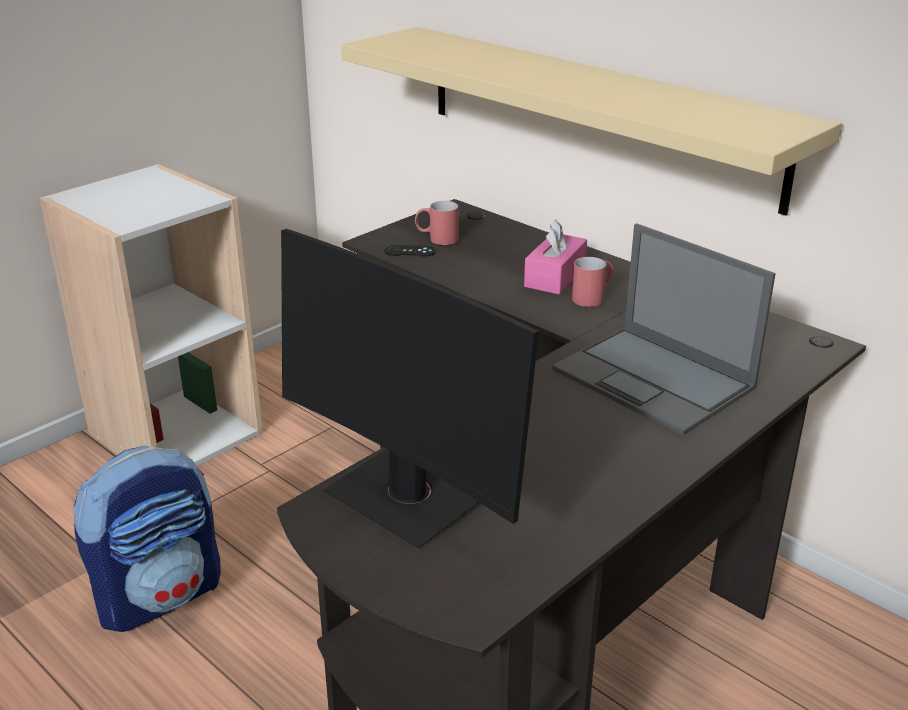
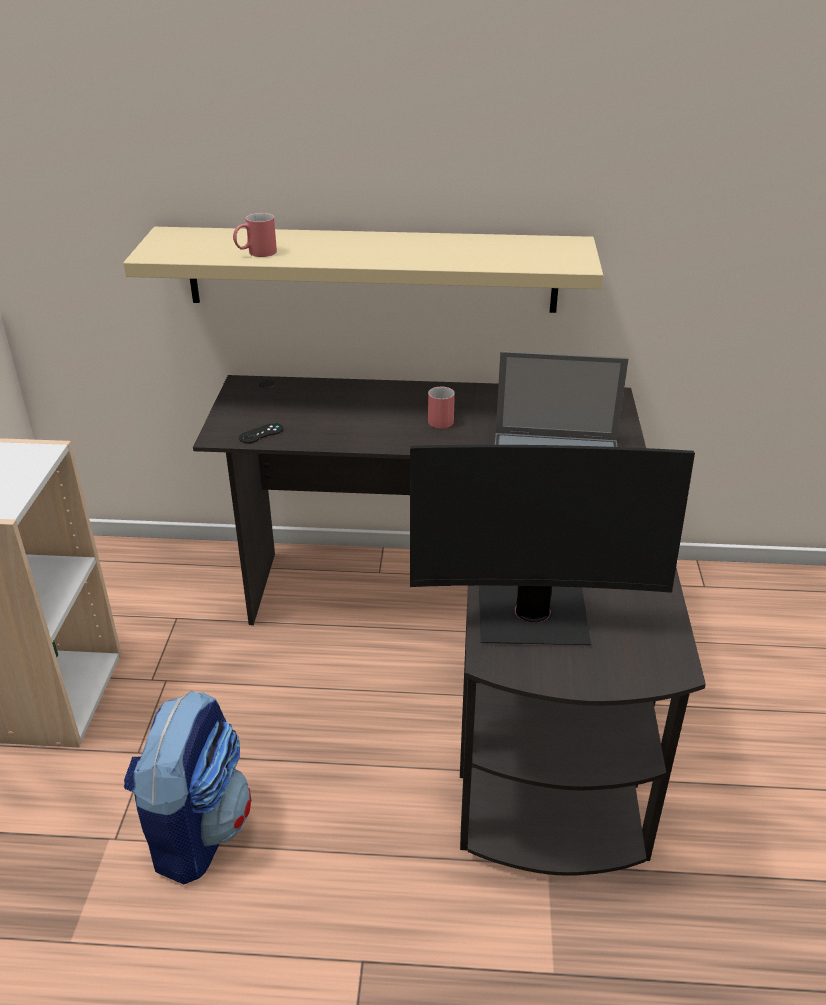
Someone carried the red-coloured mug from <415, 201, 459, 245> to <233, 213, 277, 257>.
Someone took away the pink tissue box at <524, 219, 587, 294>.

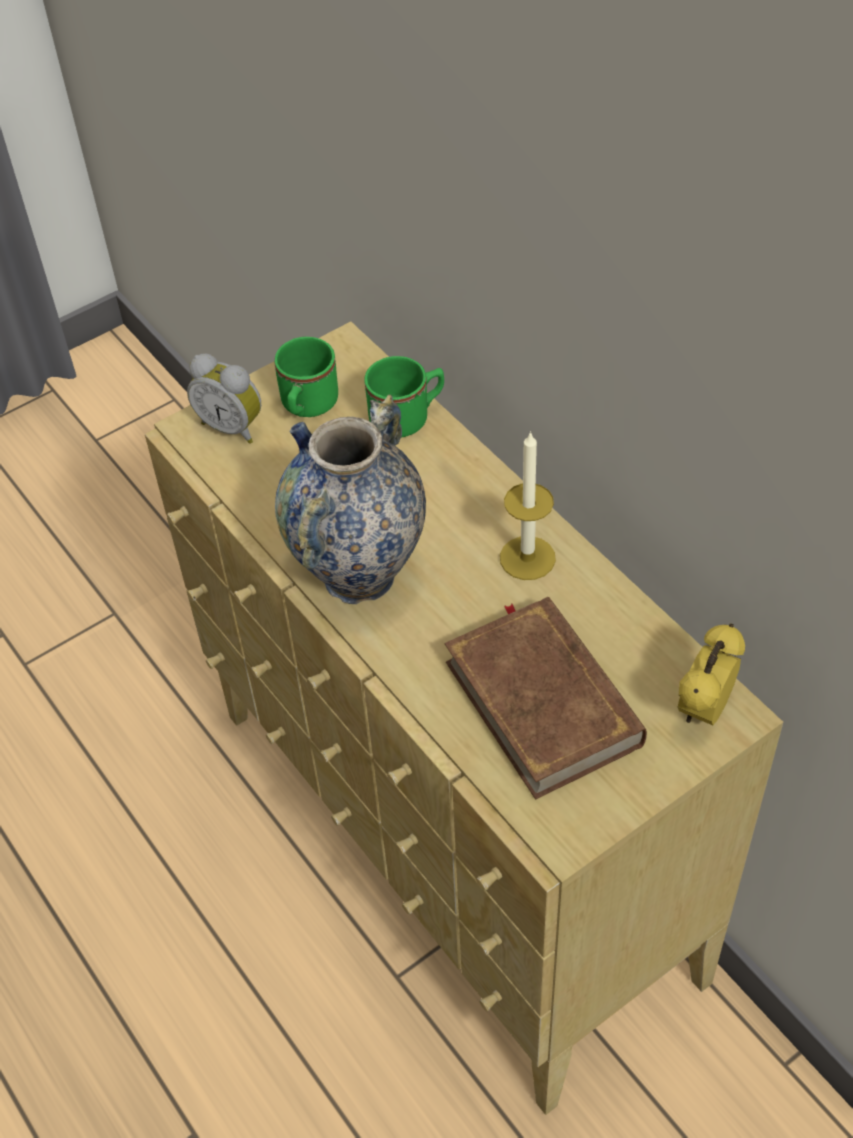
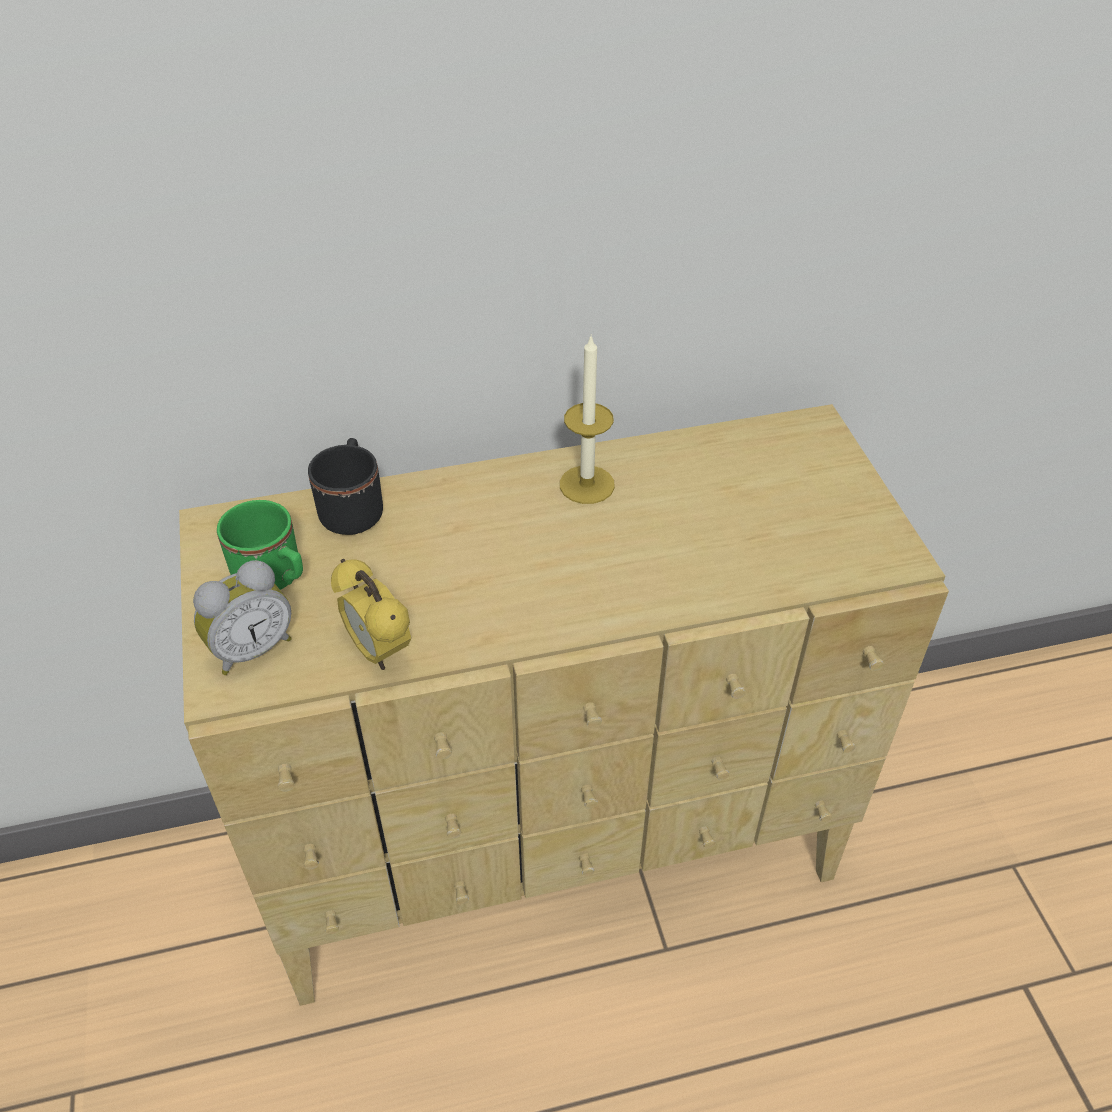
Someone repainted the green mug at <364, 356, 444, 437>, which became the black-coloured mug at <308, 438, 383, 535>.
Someone carried the bedside clock from <678, 624, 745, 725> to <331, 559, 411, 670>.
Someone took away the flower vase at <275, 395, 426, 604>.
Someone took away the brown-coloured volume at <445, 597, 647, 800>.

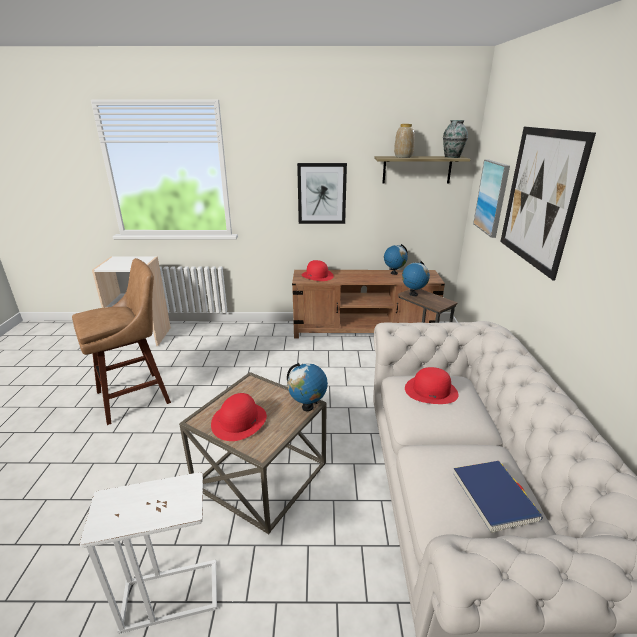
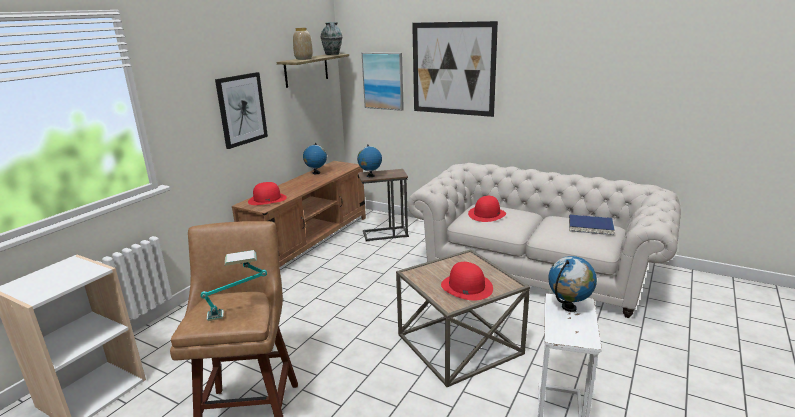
Someone put down the table lamp at <200, 250, 267, 321>.
Someone carried the globe from <287, 363, 328, 411> to <548, 256, 597, 312>.

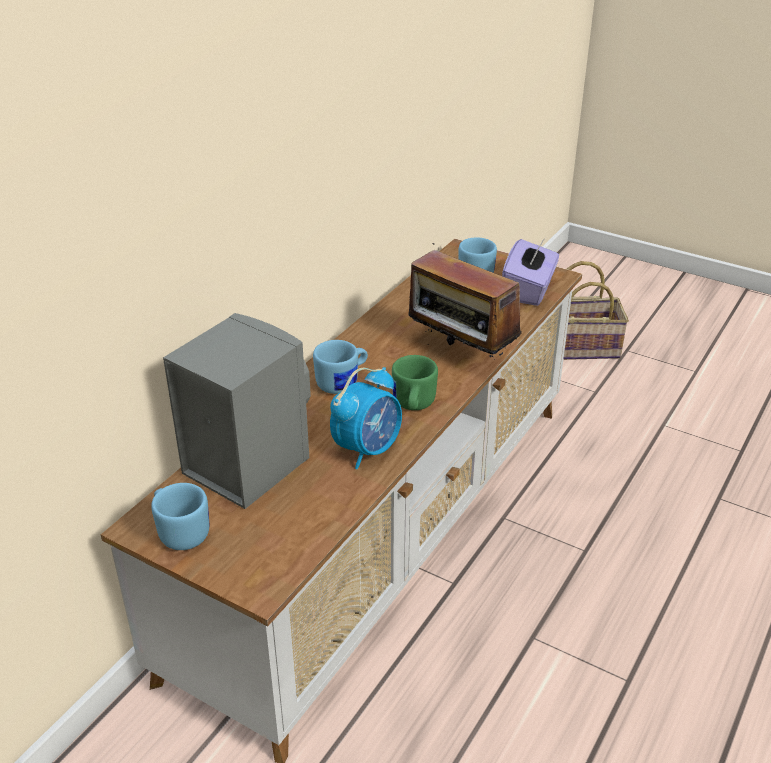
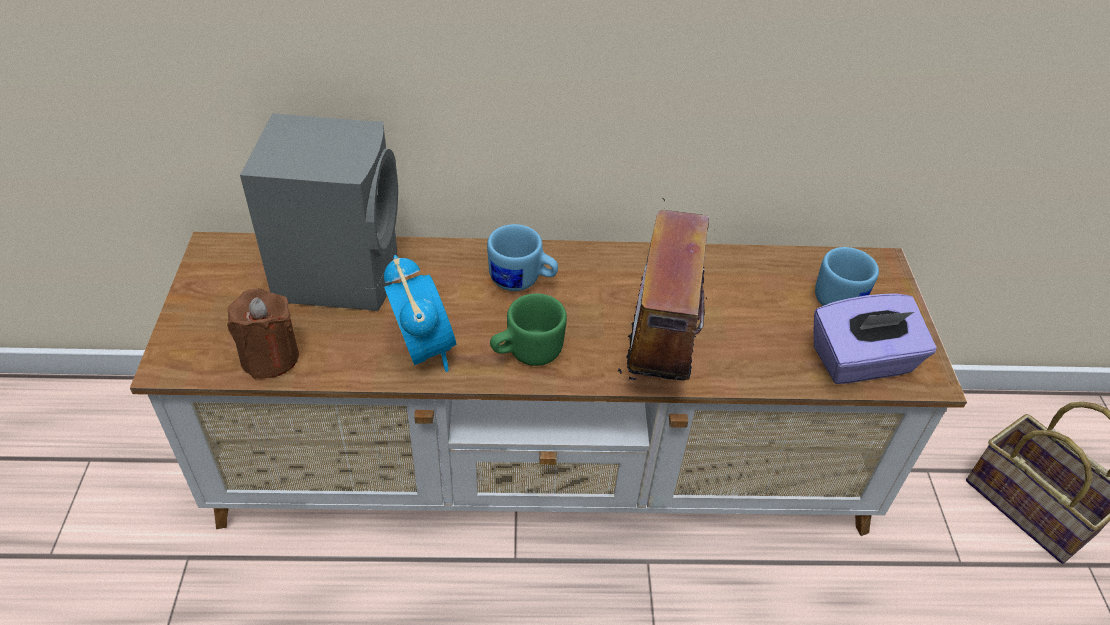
Someone put down the brown-coloured candle at <227, 289, 299, 379>.
Someone rotated the bedside clock at <330, 367, 402, 469> by 120 degrees counterclockwise.
Someone took away the blue-coloured mug at <151, 483, 209, 550>.

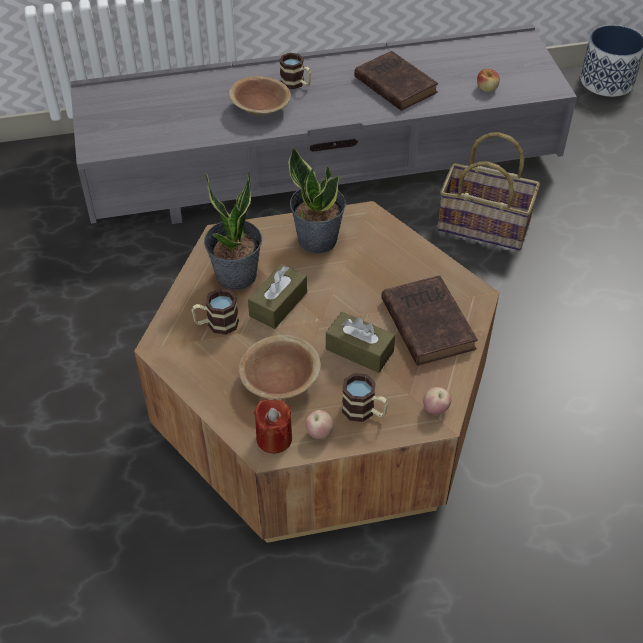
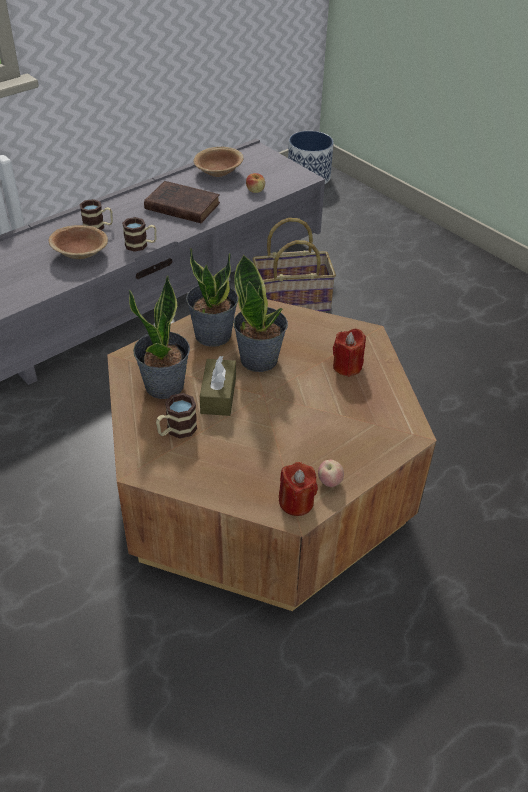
Someone carried the mug from <342, 373, 388, 422> to <122, 217, 156, 252>.
Someone carried the brown-coloured serving bowl from <239, 335, 321, 399> to <194, 147, 244, 177>.
Someone put down the potted plant at <234, 254, 288, 372>.
Someone swapped the brown-coloured volume at <381, 275, 478, 366> for the red-coloured candle at <333, 329, 366, 377>.
Someone took away the brown-coloured tissue box at <326, 312, 395, 373>.
Someone took away the apple at <423, 387, 451, 415>.

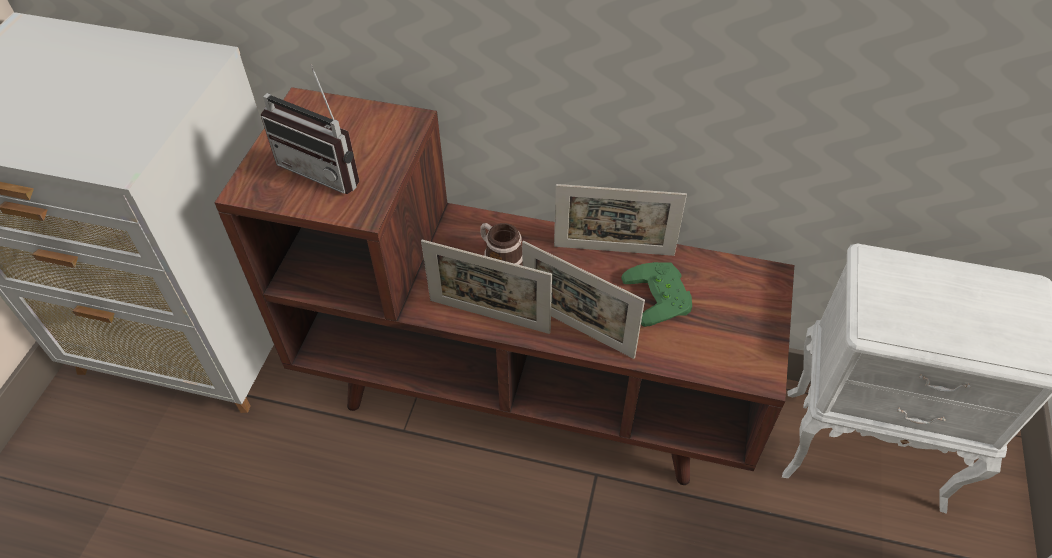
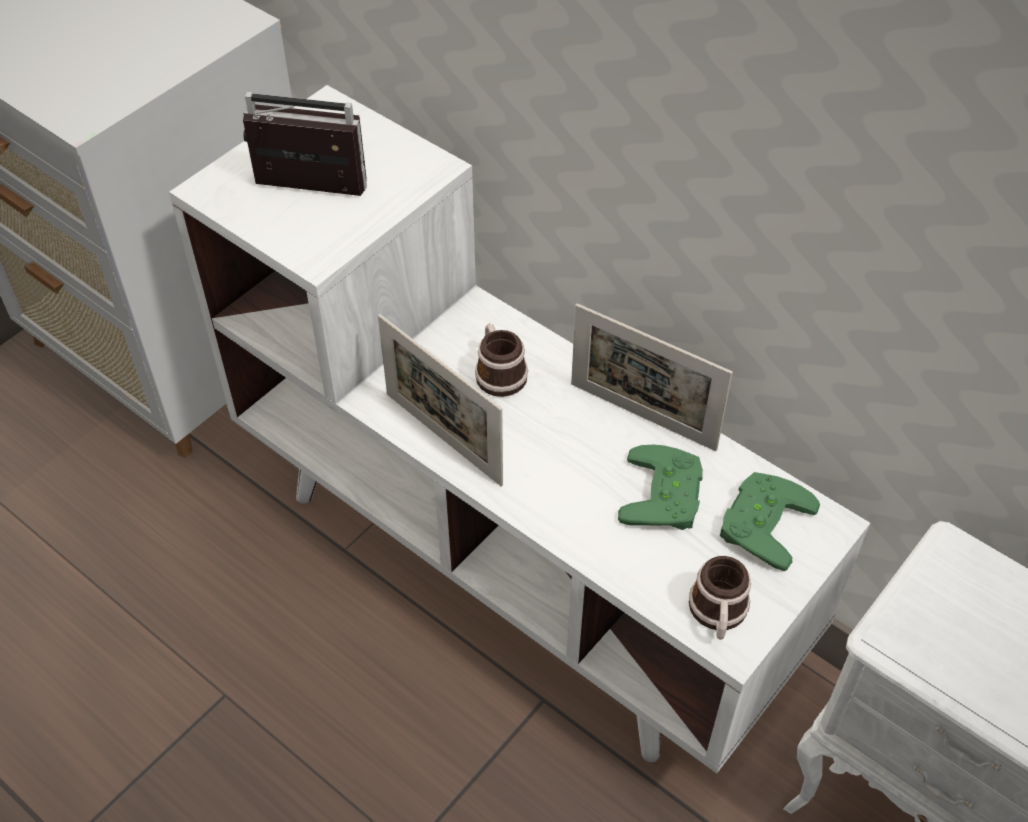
Someone repainted the brown-coloured media console at <214, 87, 794, 485>, which became the whitish media console at <169, 85, 870, 773>.
Someone rotated the radio set at <261, 64, 359, 194> by 135 degrees clockwise.
Someone put down the mug at <689, 556, 751, 640>.
Someone put down the green game controller at <720, 472, 820, 571>.
Someone took away the standing frame at <522, 241, 645, 359>.

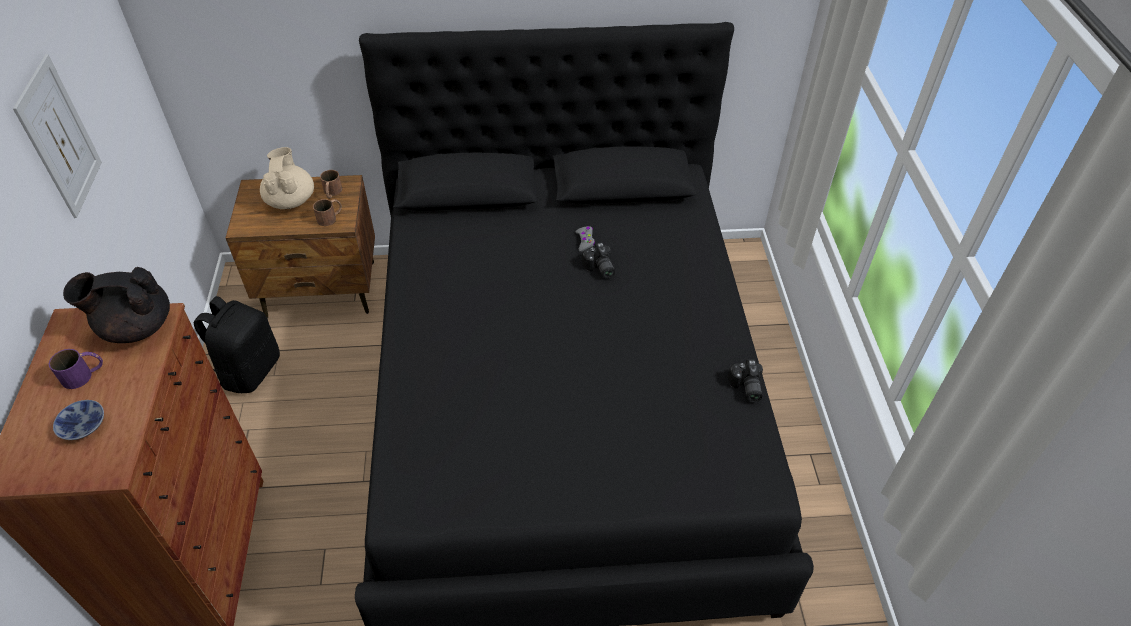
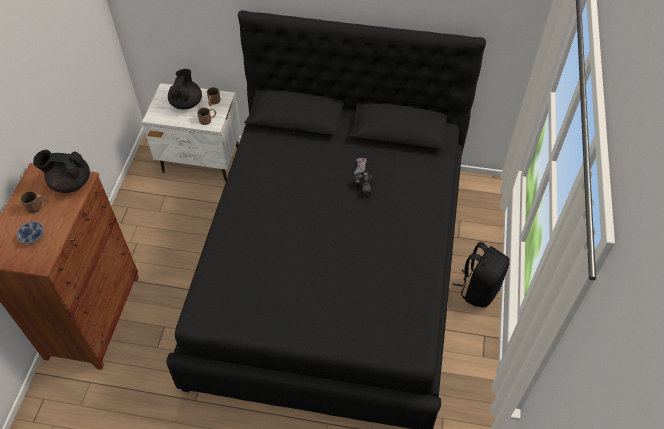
Someone repainted the purple-coloured mug at <49, 349, 103, 389>, which became the brown-coloured mug at <20, 191, 49, 213>.
Someone repainted the brown-coloured nightstand at <225, 175, 375, 318>, which became the whitish nightstand at <142, 83, 241, 182>.
Someone repainted the beige tea pot at <260, 147, 314, 209>, which became the black-coloured tea pot at <168, 69, 202, 110>.
Someone carried the black-coloured knapsack from <194, 296, 280, 393> to <453, 242, 510, 307>.
Someone took away the picture at <13, 54, 102, 218>.
Someone took away the photo camera at <728, 359, 763, 402>.

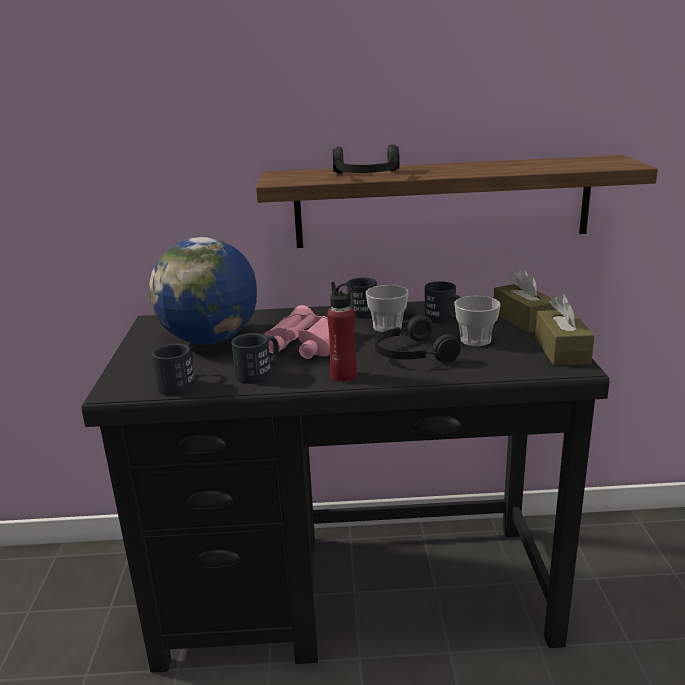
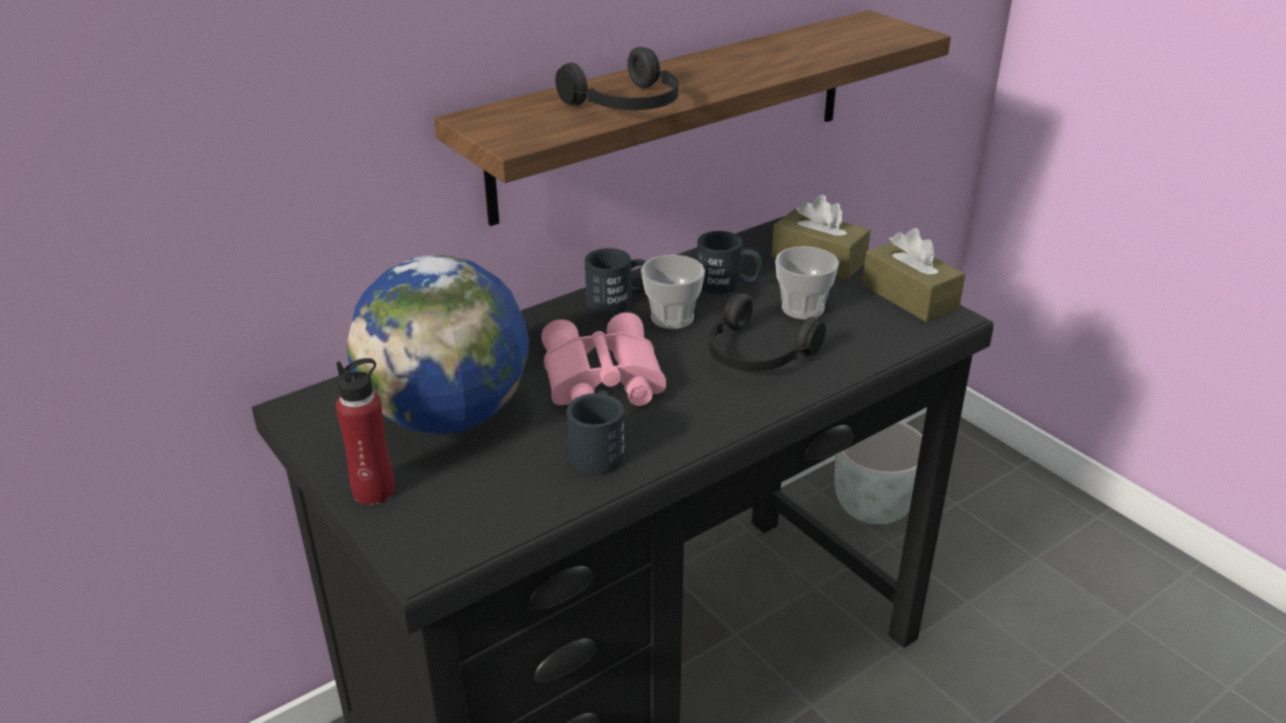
Someone carried the red-coloured bottle from <327, 282, 357, 382> to <336, 358, 395, 505>.
Someone put down the grey planter at <834, 421, 922, 524>.
Someone took away the black-coloured mug at <152, 343, 195, 395>.

